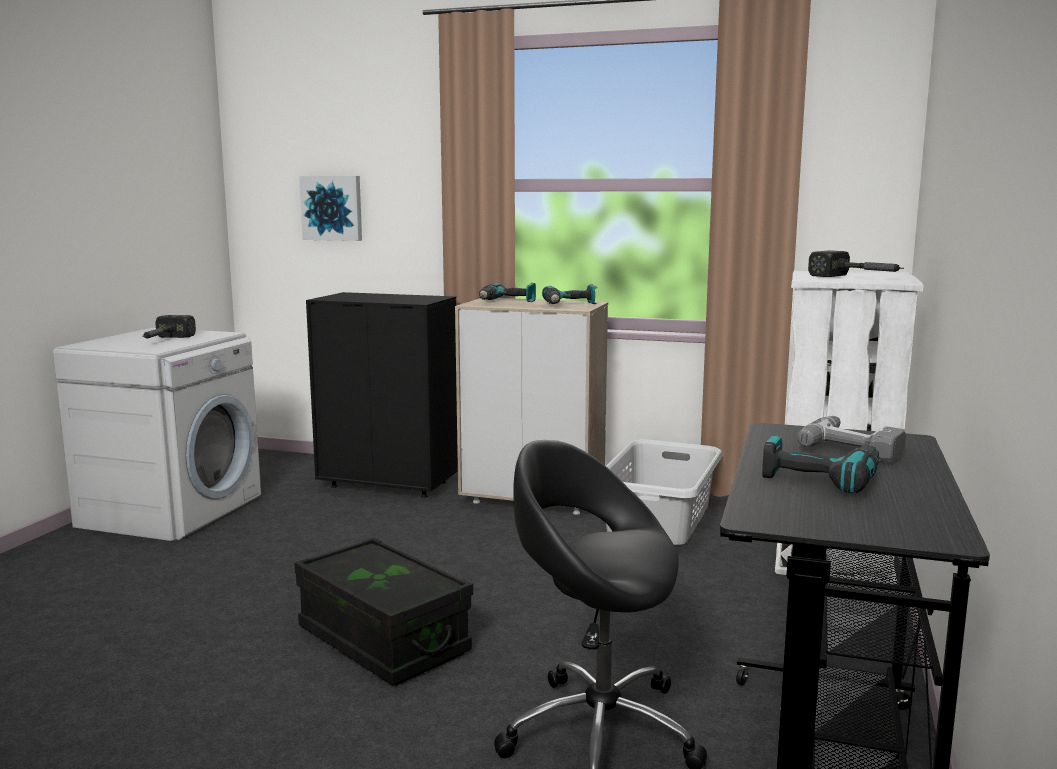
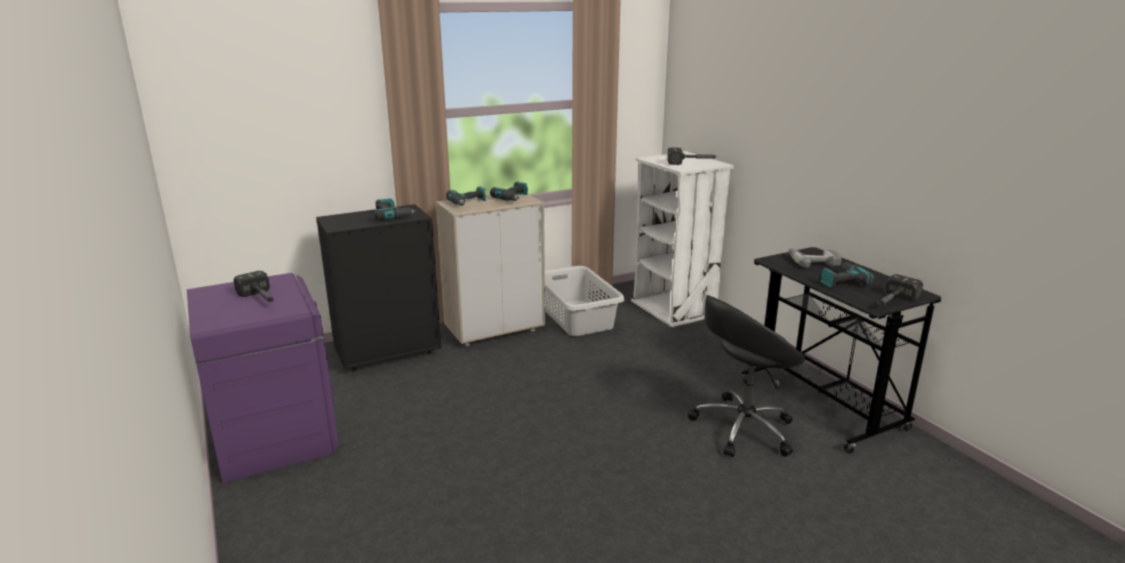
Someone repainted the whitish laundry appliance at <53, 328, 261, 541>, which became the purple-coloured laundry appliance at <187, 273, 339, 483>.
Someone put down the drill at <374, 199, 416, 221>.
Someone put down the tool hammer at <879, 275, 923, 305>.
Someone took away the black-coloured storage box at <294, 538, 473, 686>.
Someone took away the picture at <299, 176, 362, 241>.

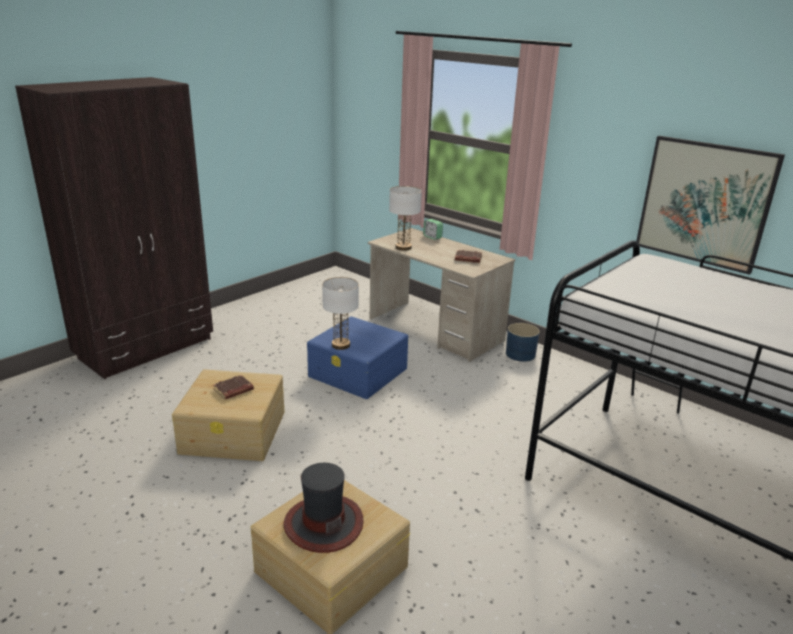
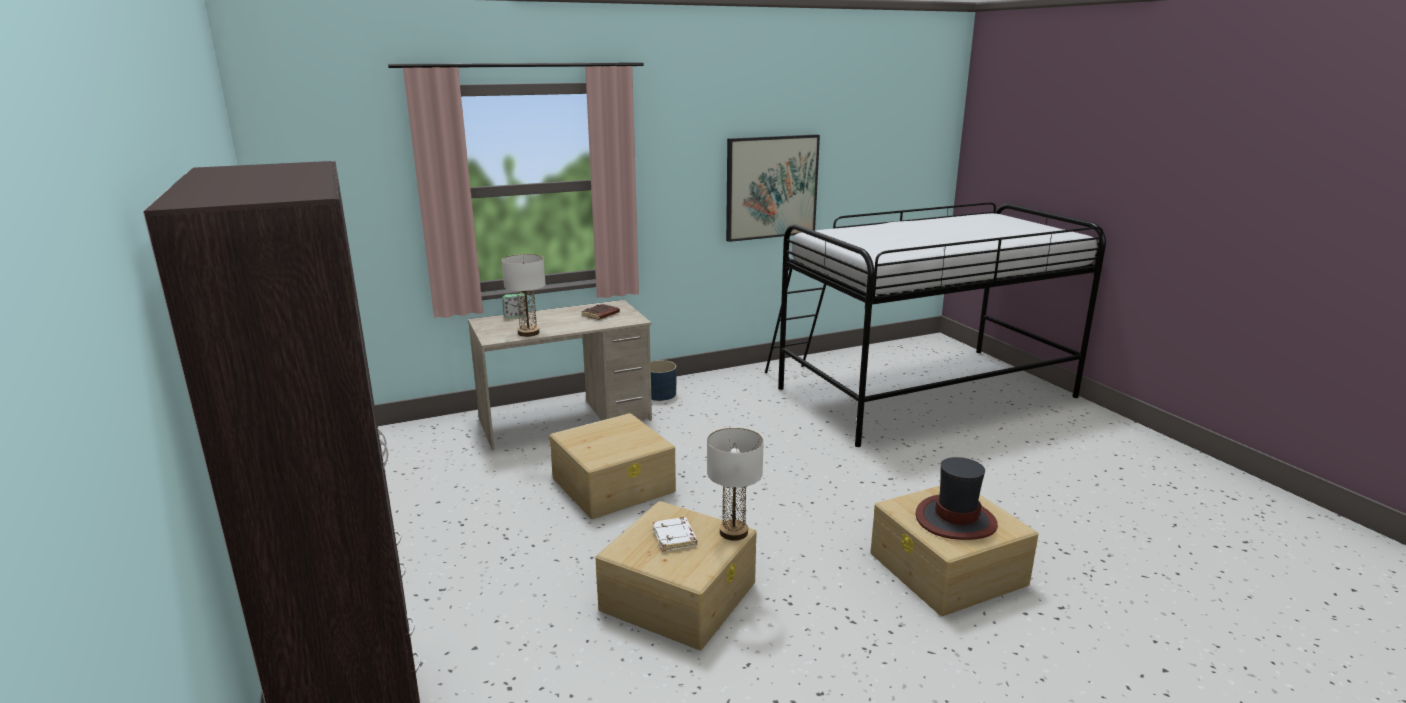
Someone repainted the blue-coloured storage box at <307, 316, 408, 399>, which became the beige storage box at <550, 413, 676, 519>.
Someone repainted the brown-coloured volume at <213, 375, 254, 400>, which became the whitish volume at <653, 517, 698, 552>.
Someone carried the table lamp from <322, 277, 359, 350> to <707, 428, 764, 541>.

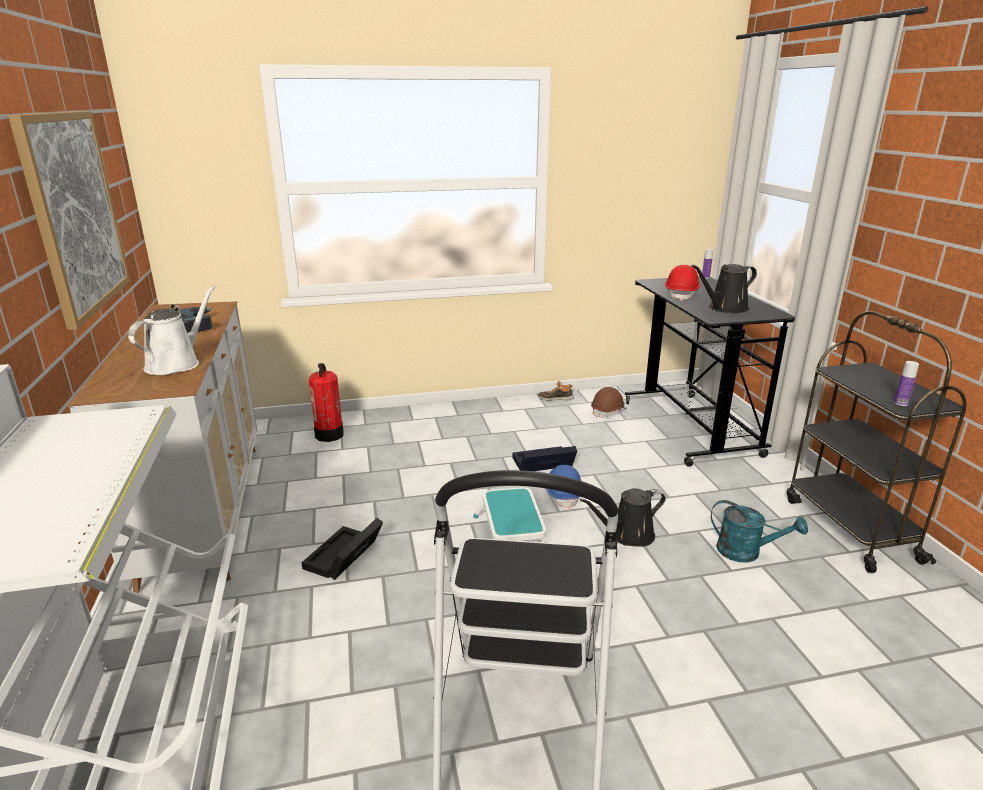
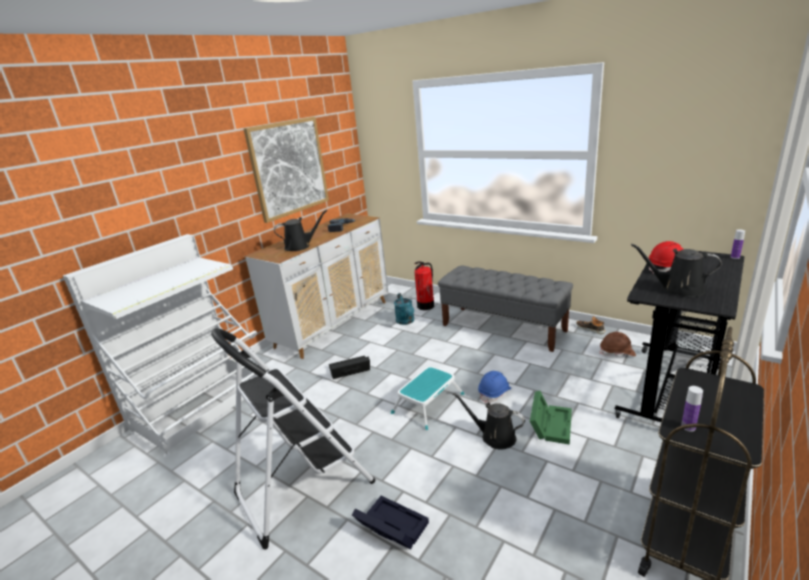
Someone repainted the whitish watering can at <128, 285, 215, 375>, which became the black-coloured watering can at <274, 210, 327, 251>.
Someone carried the black-coloured storage box from <513, 446, 577, 471> to <352, 496, 429, 550>.
Someone carried the turquoise-coloured watering can from <711, 500, 808, 563> to <394, 293, 414, 325>.
Someone put down the grey long seat at <438, 266, 573, 352>.
Someone put down the green storage box at <530, 391, 572, 445>.

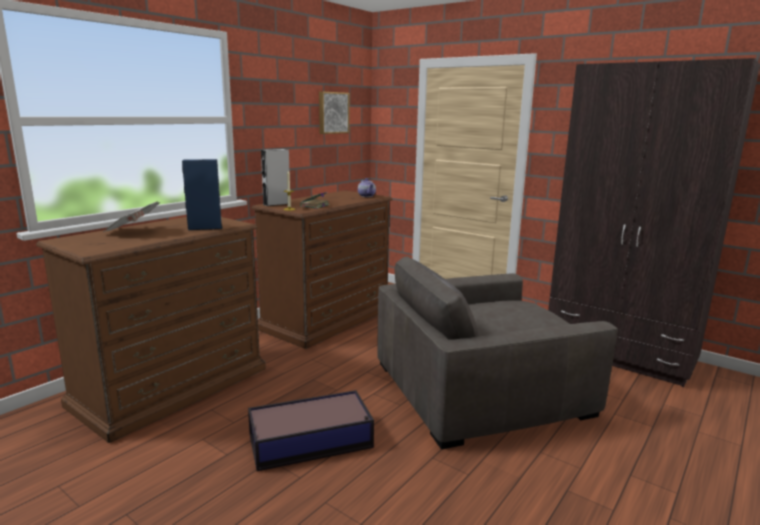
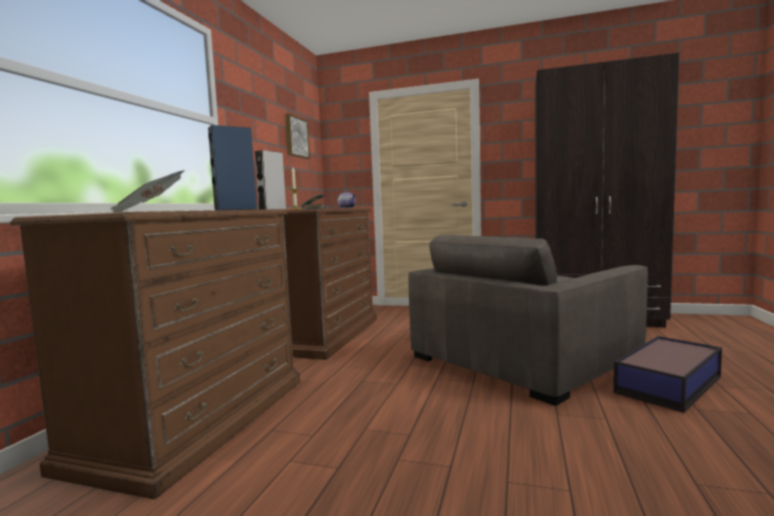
Someone carried the storage box from <248, 390, 374, 471> to <613, 336, 722, 413>.

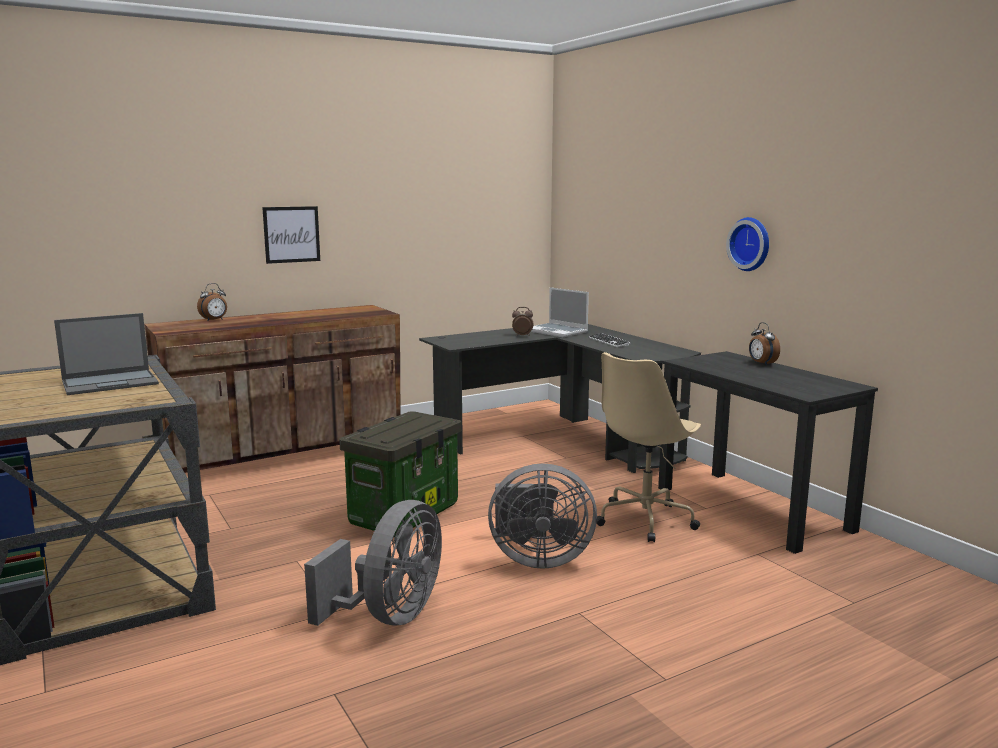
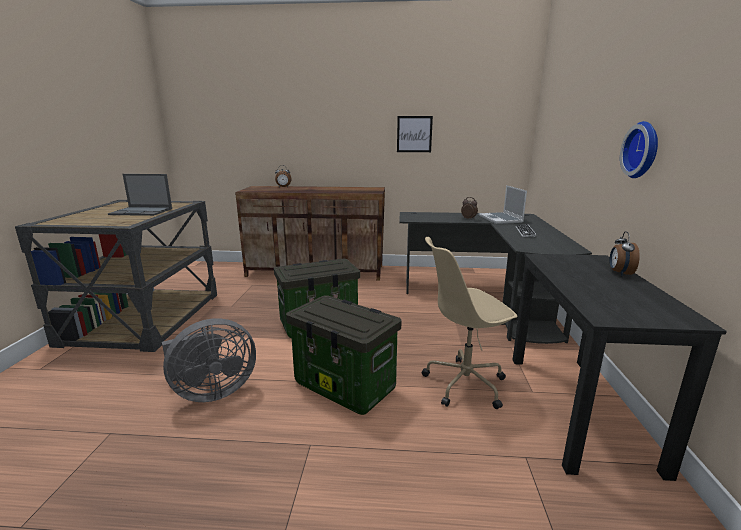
Someone swapped the grey fan at <488, 463, 597, 569> for the storage box at <286, 295, 402, 415>.
Someone carried the picture from <262, 206, 320, 264> to <397, 116, 433, 152>.

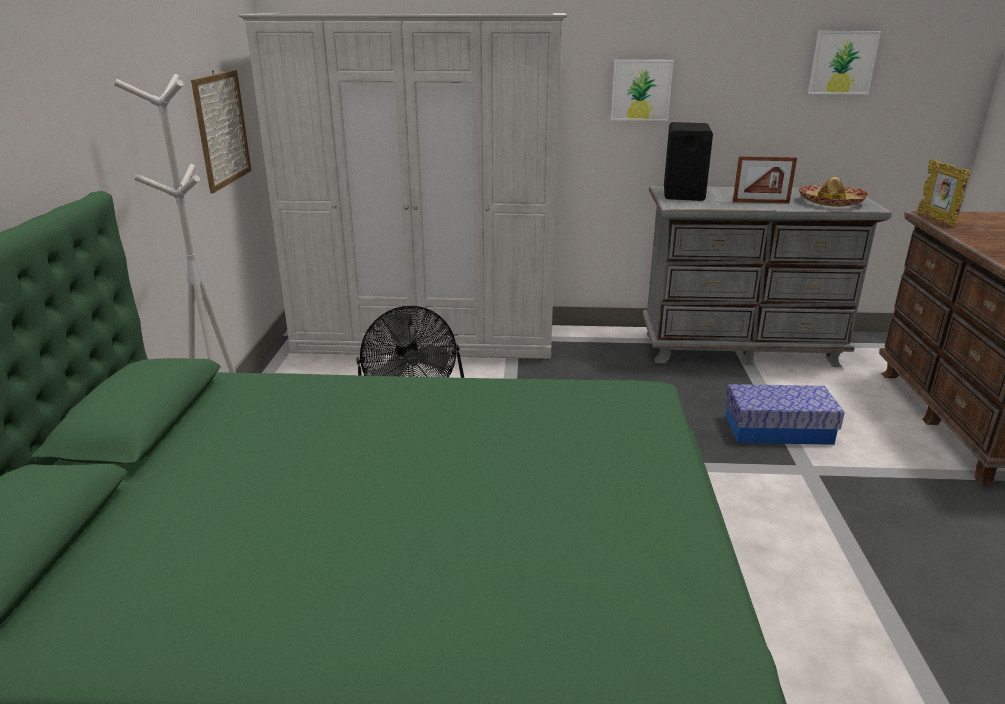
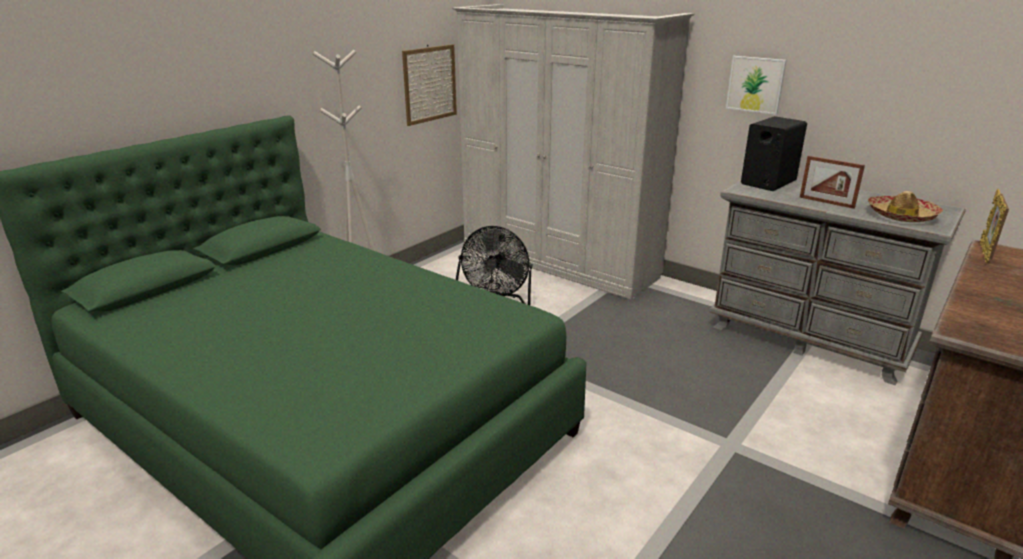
Someone took away the storage box at <725, 384, 844, 445>.
Someone took away the picture at <808, 31, 881, 95>.

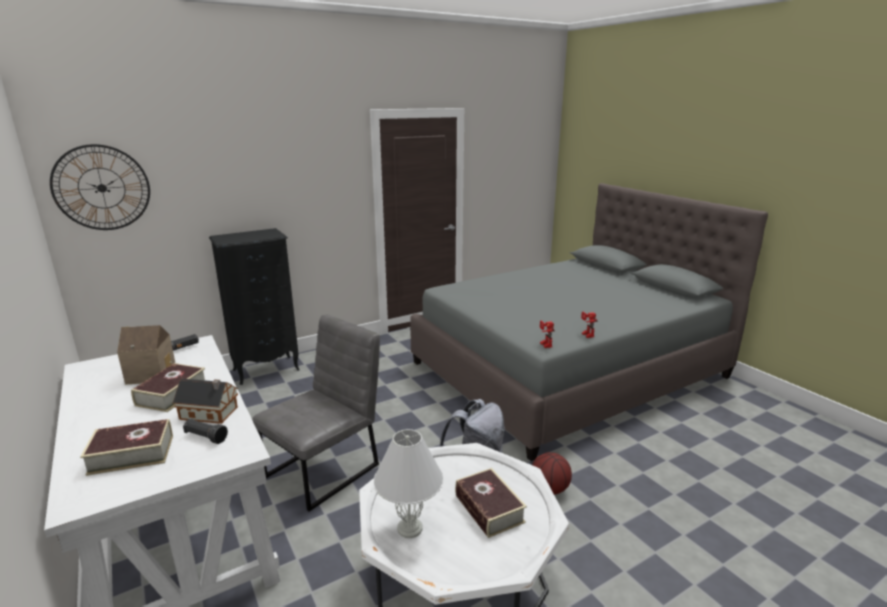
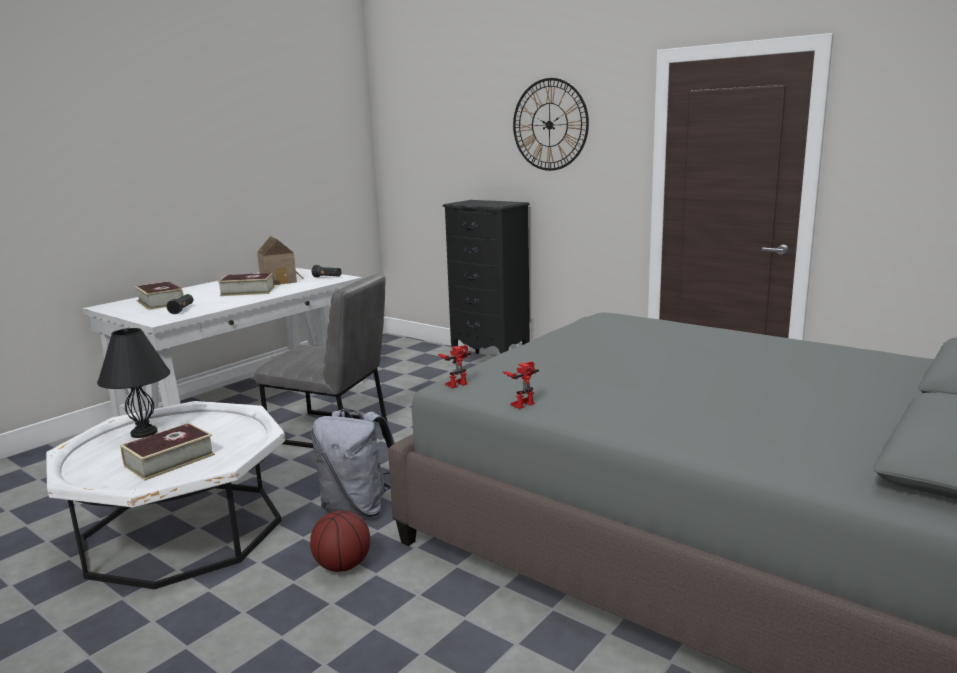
Someone repainted the whitish table lamp at <373, 429, 443, 538>, which became the black-coloured table lamp at <97, 328, 170, 438>.
Someone carried the clock on the wall from <50, 144, 150, 230> to <513, 78, 589, 171>.
Someone took away the toy house at <173, 379, 238, 424>.

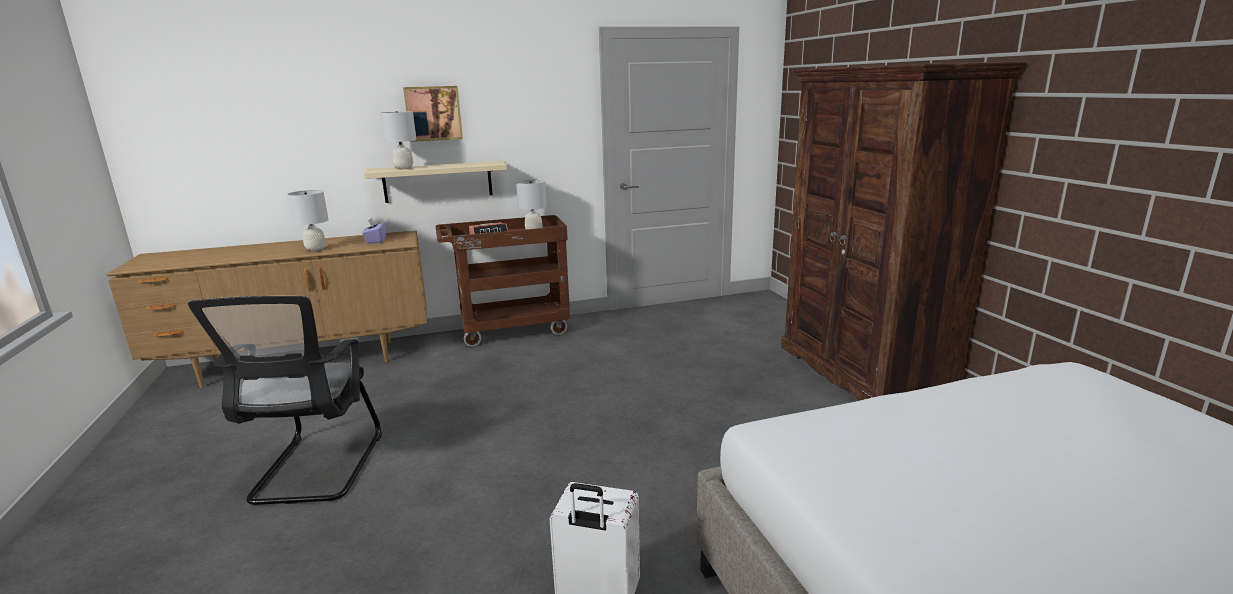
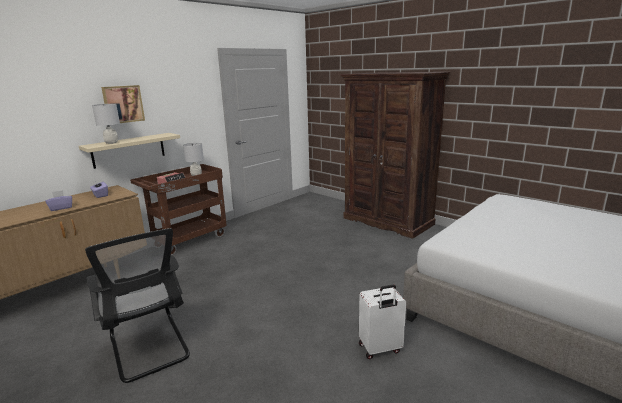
Someone swapped the grey table lamp at <287, 190, 329, 251> for the purple-coloured tissue box at <45, 190, 72, 211>.

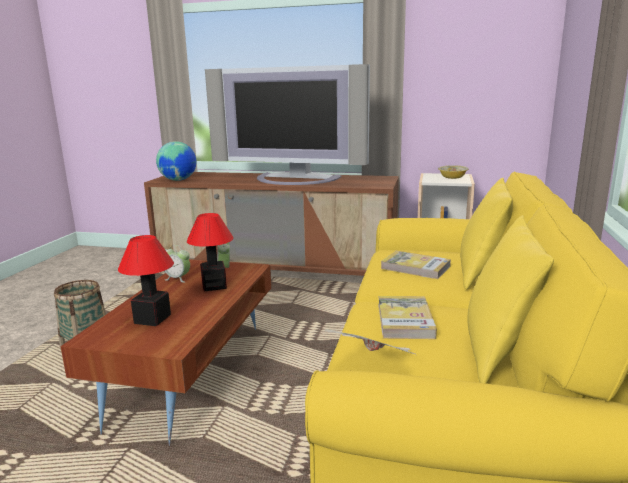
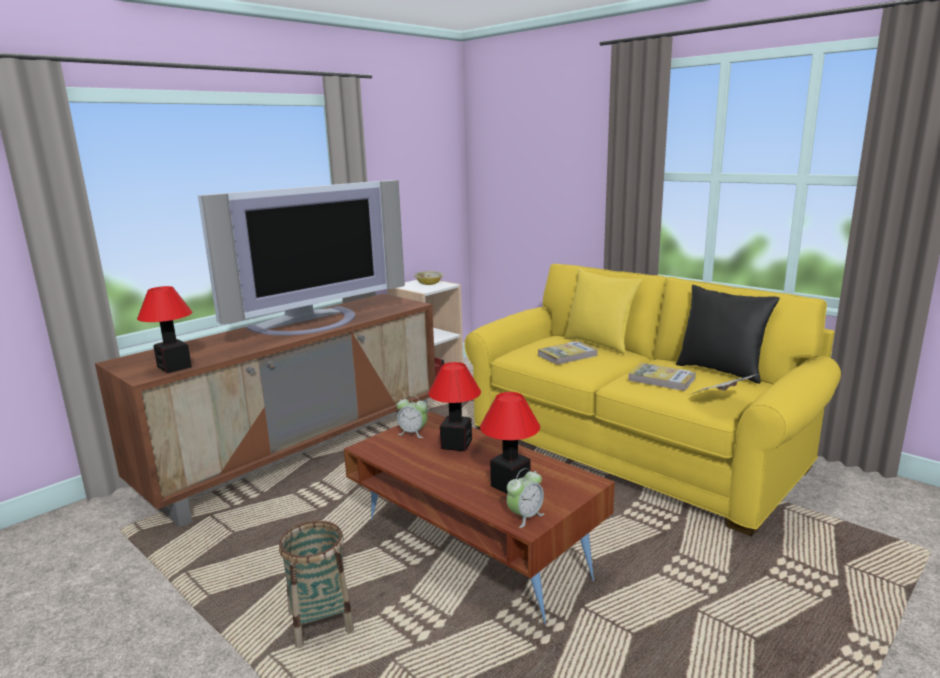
Someone swapped the globe at <156, 141, 196, 181> for the table lamp at <137, 286, 192, 373>.
Someone carried the bedside clock from <165, 245, 190, 283> to <507, 468, 544, 528>.
Someone repainted the yellow-coloured cushion at <468, 215, 554, 383>, which became the black-coloured cushion at <676, 285, 780, 384>.

